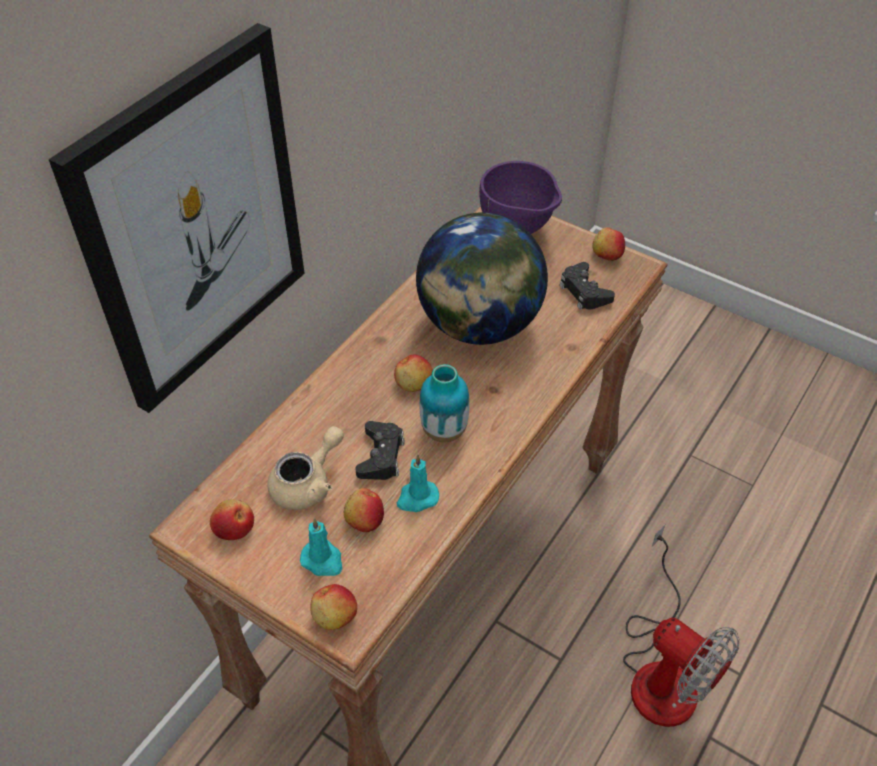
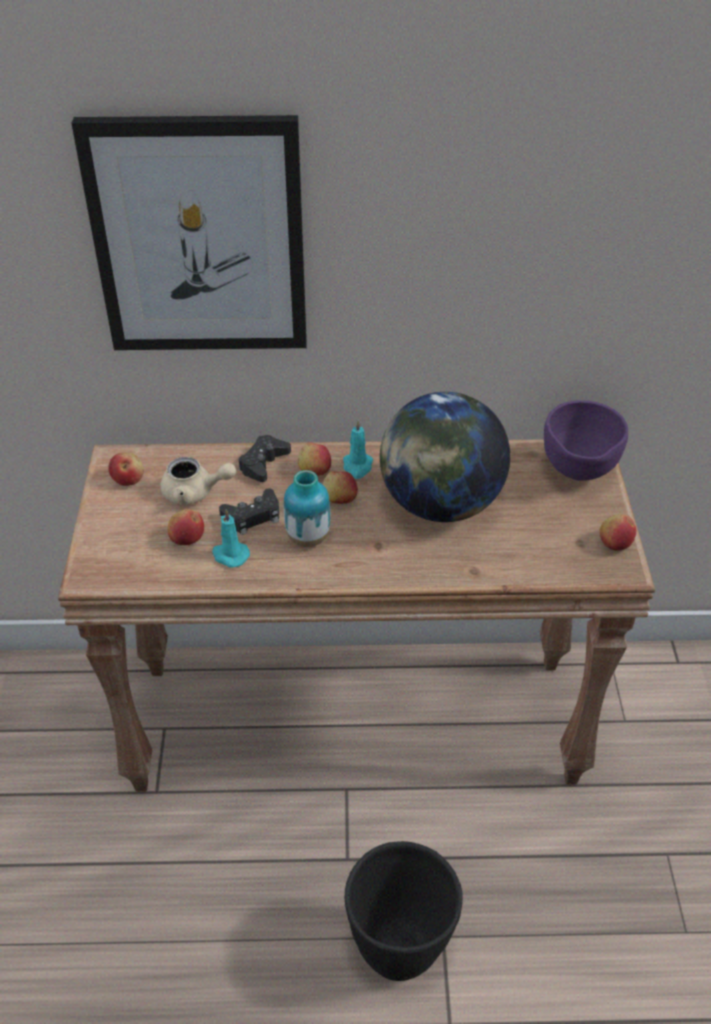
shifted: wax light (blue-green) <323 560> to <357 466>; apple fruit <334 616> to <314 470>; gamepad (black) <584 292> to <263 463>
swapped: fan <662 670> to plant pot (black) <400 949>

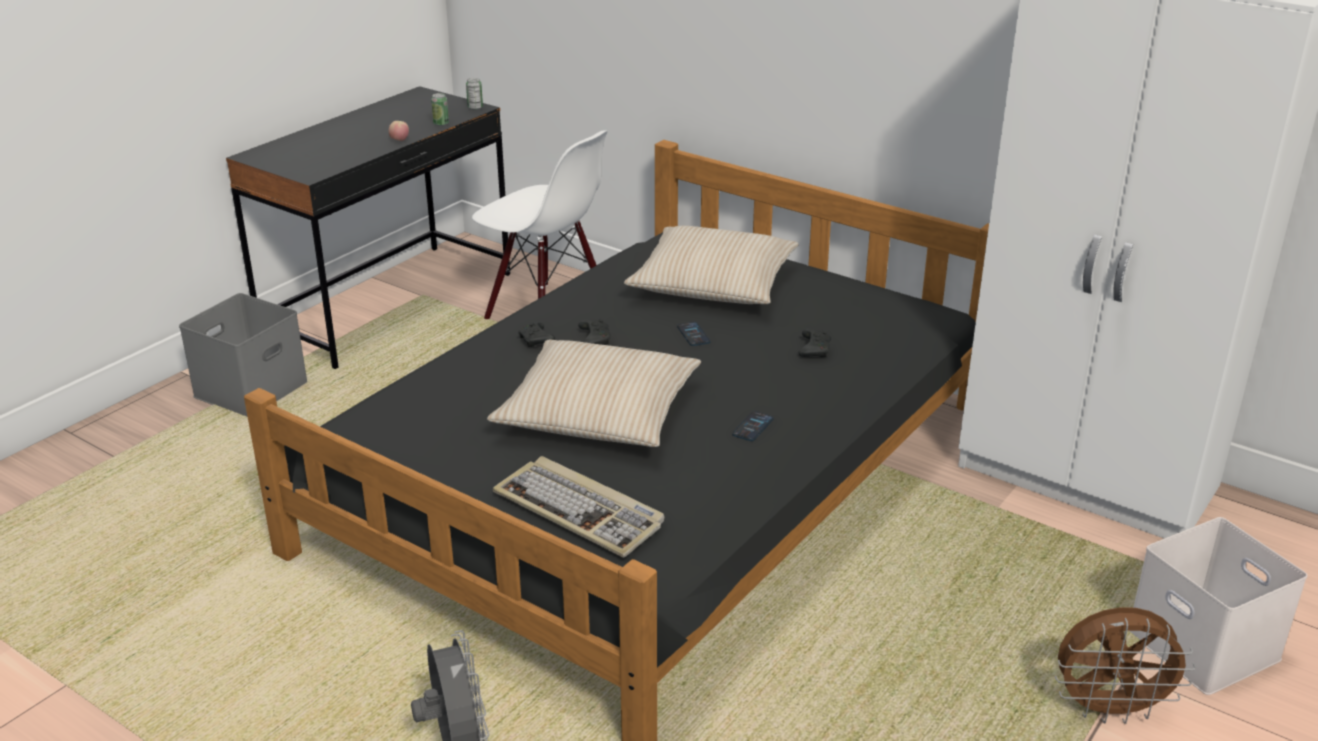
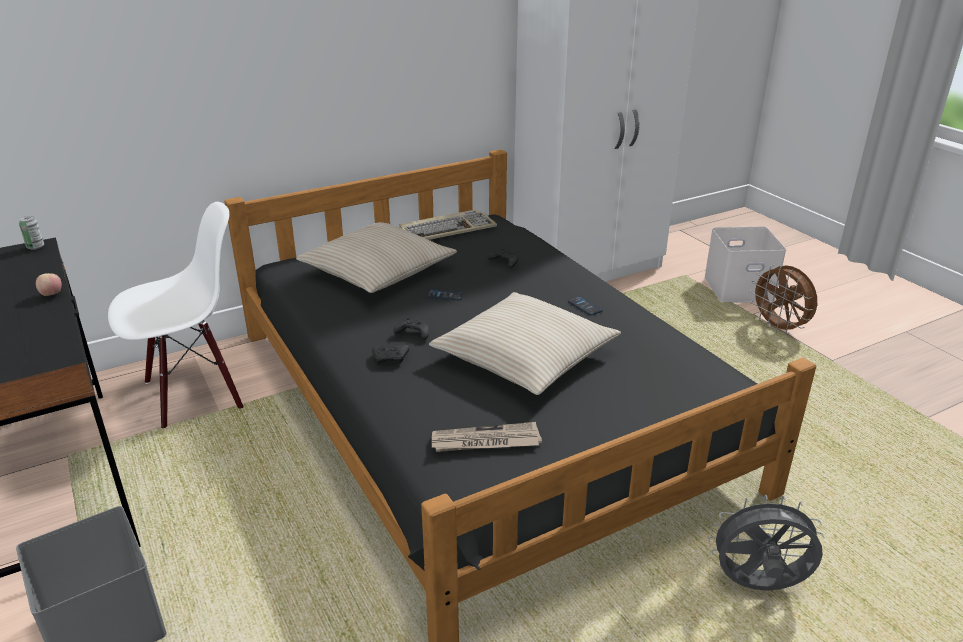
gone: can <441 124>
new: printed paper <485 442>
shifted: PC keyboard <581 511> to <447 229>
rotated: fan (brownish) <1109 709> = <779 328> 120 degrees clockwise

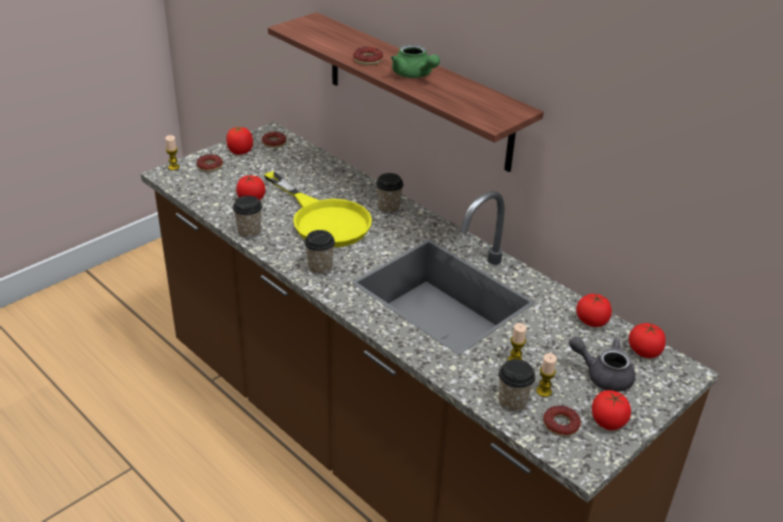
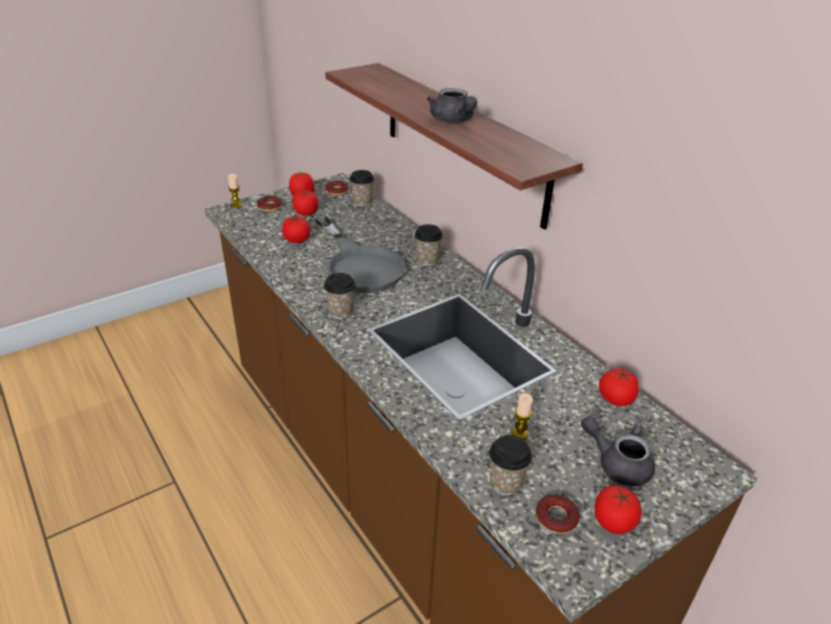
gone: ring doughnut <368 60>; wax light <543 391>
shifted: small cup <249 232> to <362 202>; fresh tomato <644 351> to <306 212>
repainted: frying pan (yellowish) <323 219> to frying pan (greyish) <359 265>; tea pot (green) <414 75> to tea pot (greyish) <453 120>

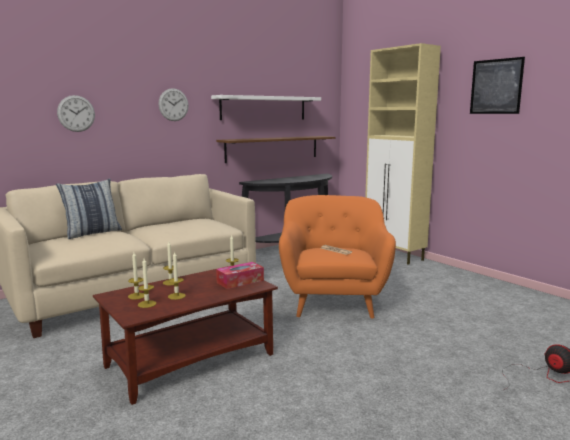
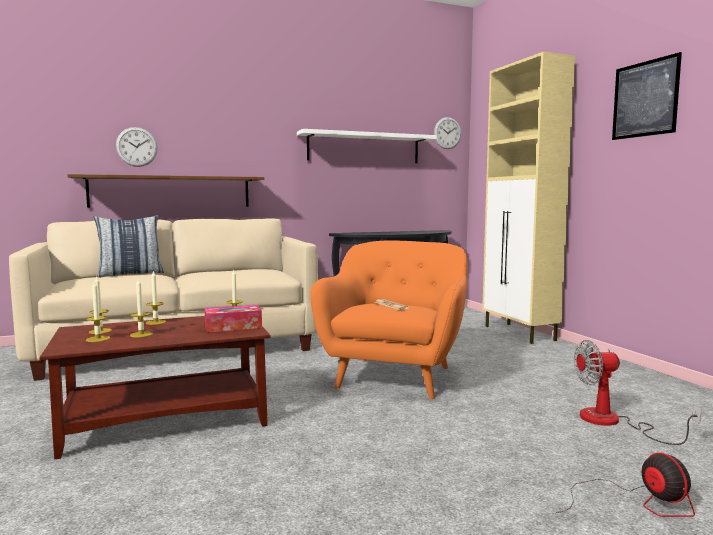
new: fan <613 422>
shifted: hanging clock <173 104> to <447 133>; wall shelf (brownish) <272 148> to <171 192>

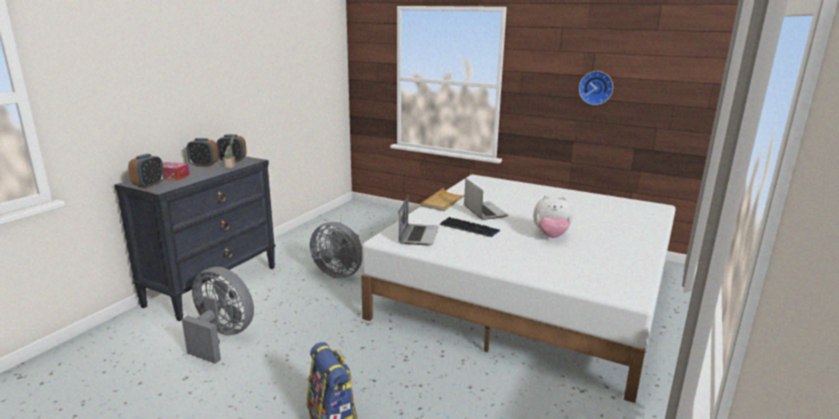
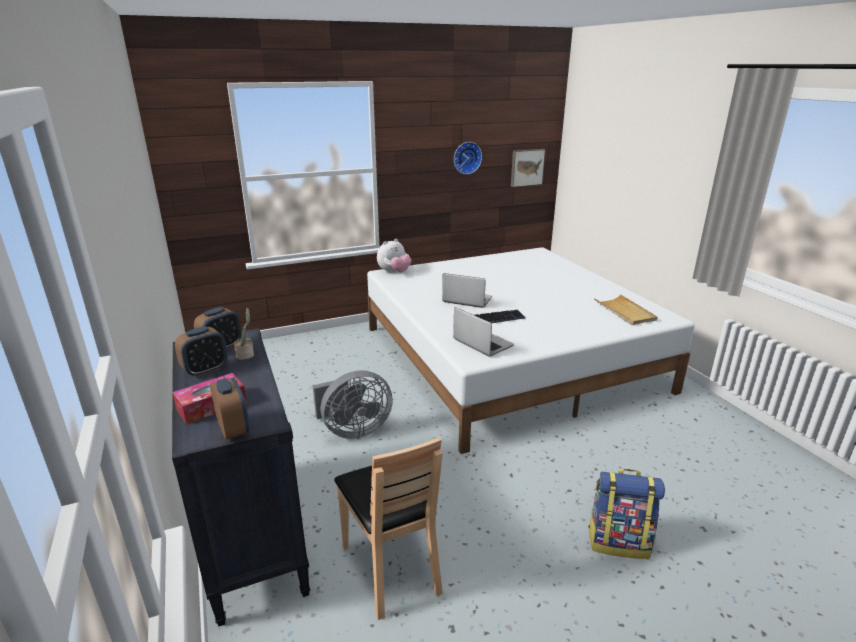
new: wall picture <526 167>
shifted: tray (sand-coloured) <444 201> to <624 312>; soft toy <551 236> to <394 272>
swapped: fan (greyish) <221 337> to chair (brownish) <392 567>

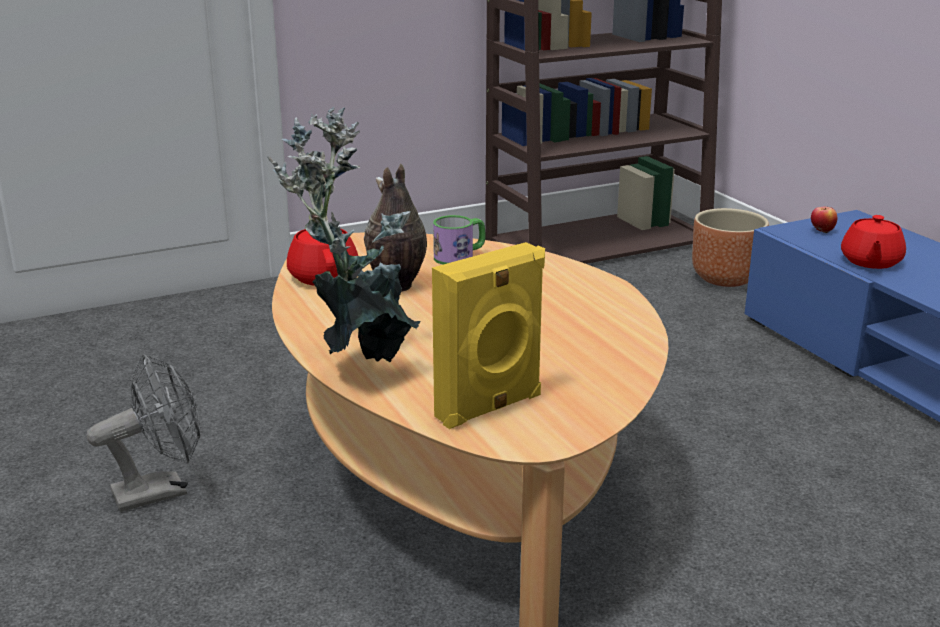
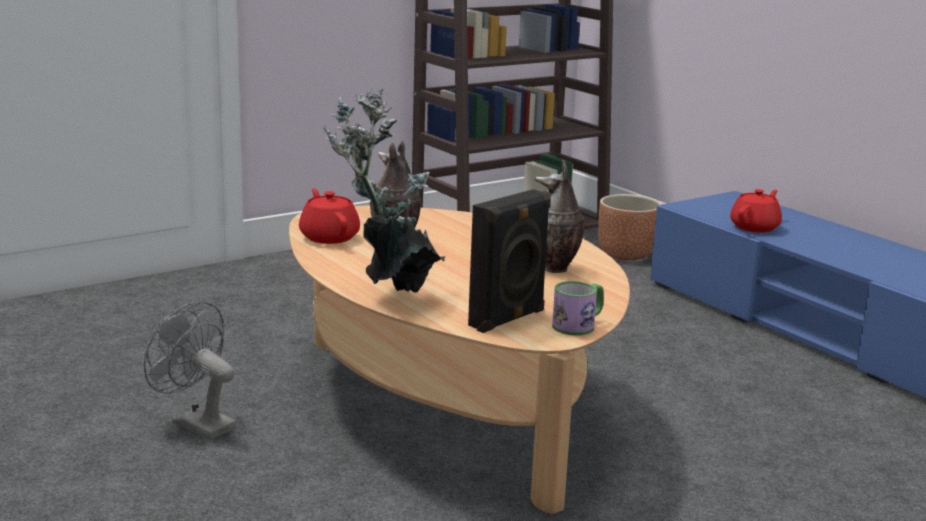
gone: apple fruit <822 231>
new: decorative vase <555 268>
shifted: tea mug <460 257> to <579 325>
repainted: loudspeaker (yellowish) <490 408> to loudspeaker (black) <508 319>
rotated: fan (greyish) <161 490> = <196 423> 105 degrees counterclockwise; tea pot (reddish) <870 262> = <755 227> 150 degrees counterclockwise

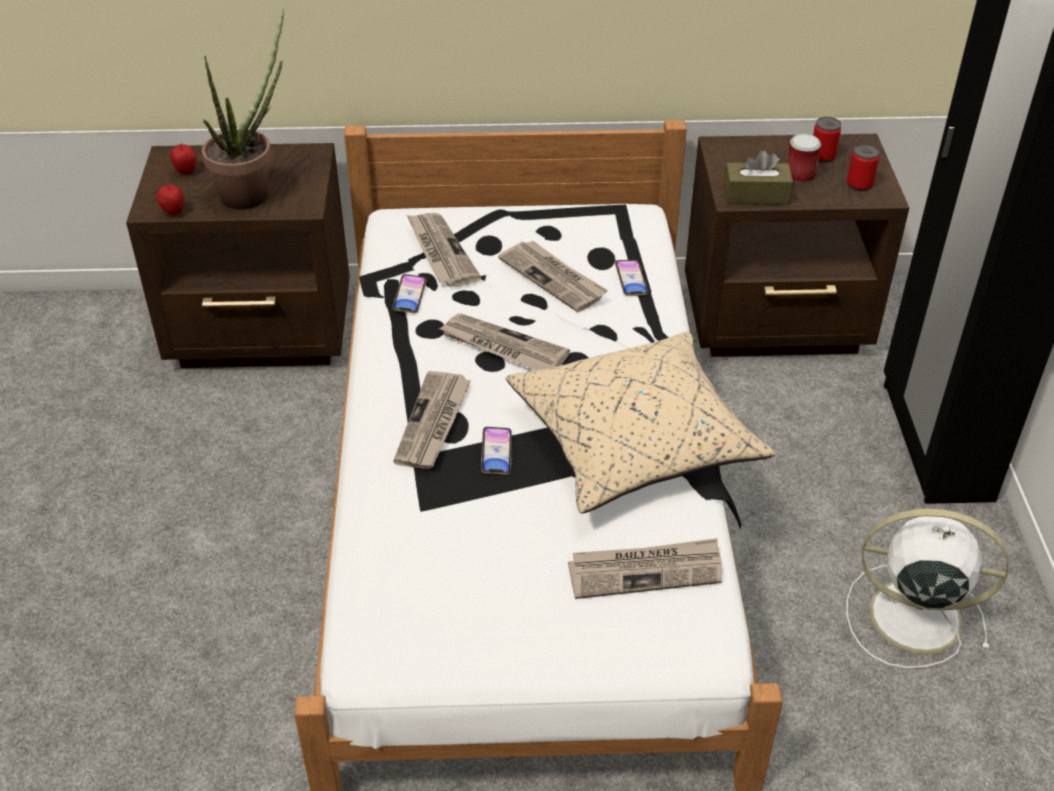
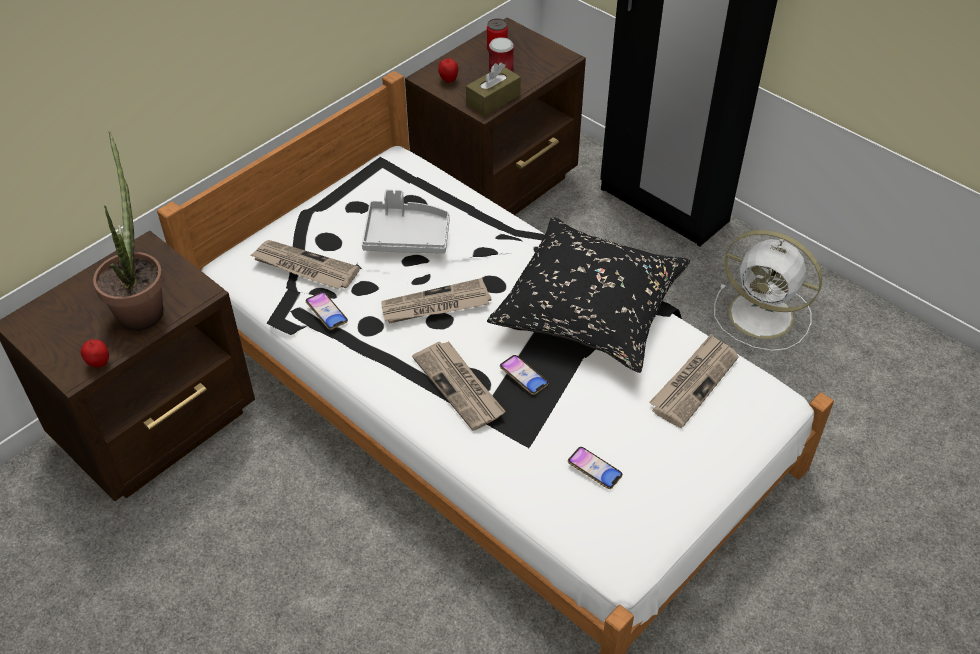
gone: can <859 184>
shifted: apple fruit <186 171> to <448 80>; handset <631 281> to <594 470>
swapped: printed paper <553 278> to tray (greyish) <406 236>
repainted: throw pillow (sand-coloured) <635 441> to throw pillow (black) <590 309>
rotated: fan (whitish) <910 615> = <764 316> 120 degrees counterclockwise

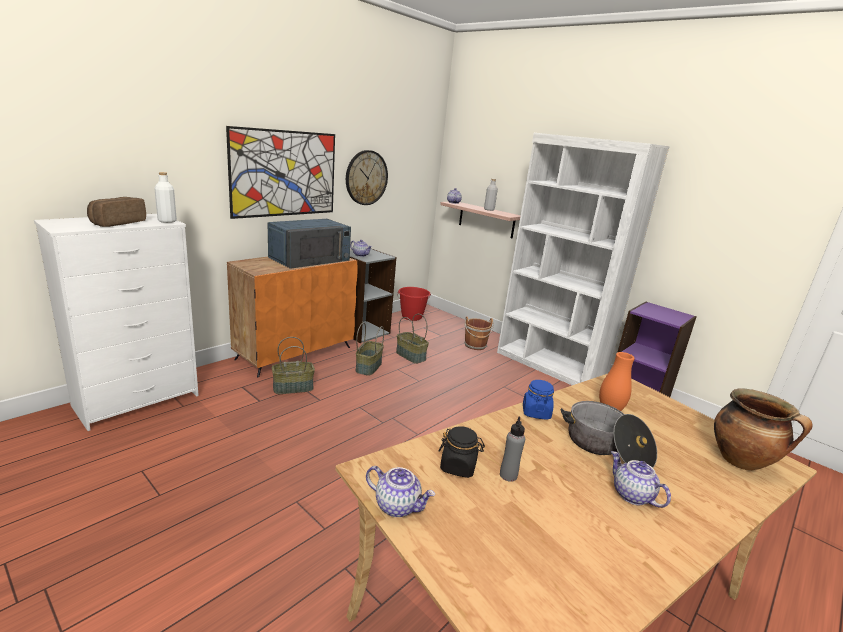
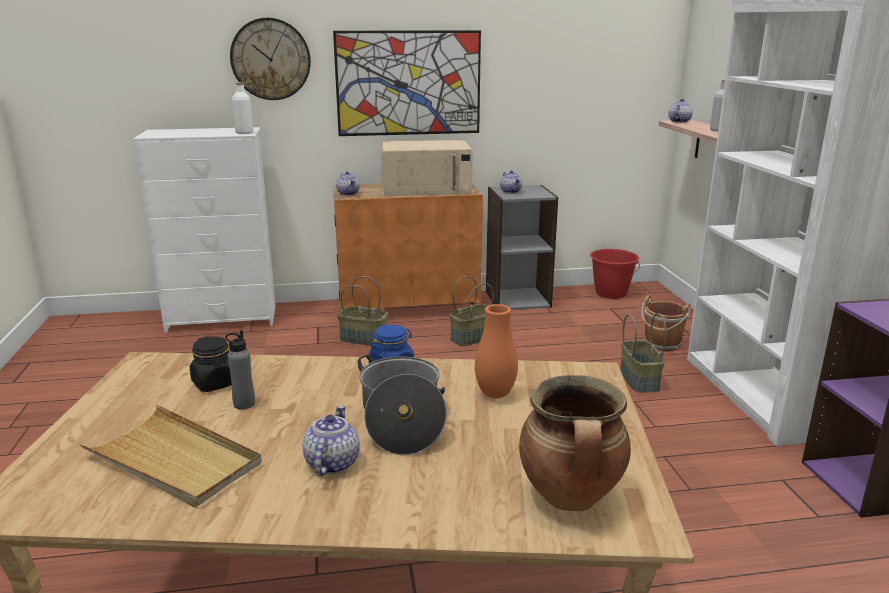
gone: bread <117 222>
new: tray (sand-coloured) <174 460>
shifted: hanging clock <366 178> to <270 59>; tea pot <398 506> to <348 194>; storage basket <411 356> to <640 380>
repainted: kitchen microwave (blue-coloured) <310 258> to kitchen microwave (sand-coloured) <427 189>

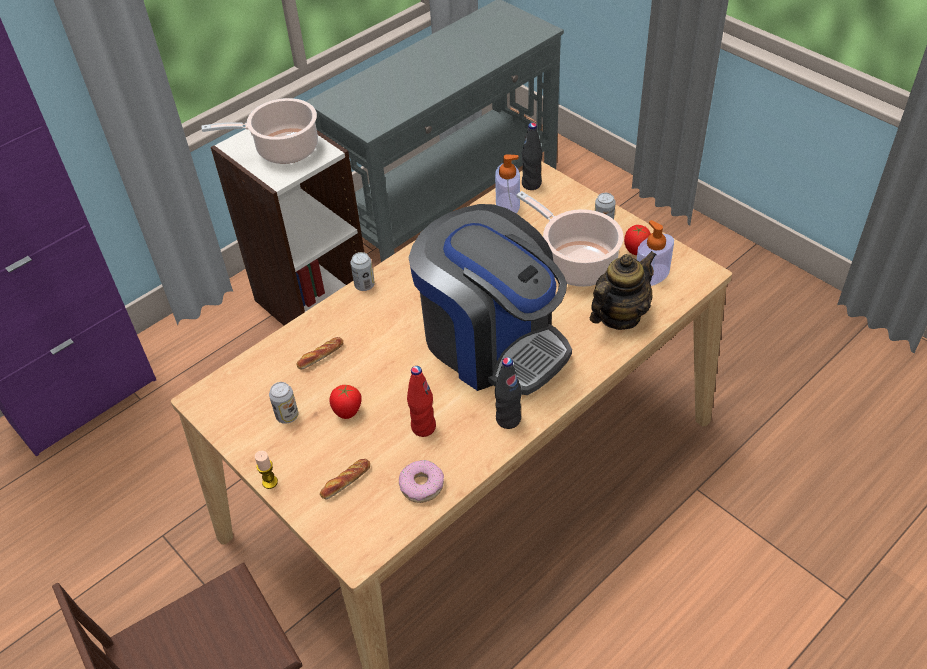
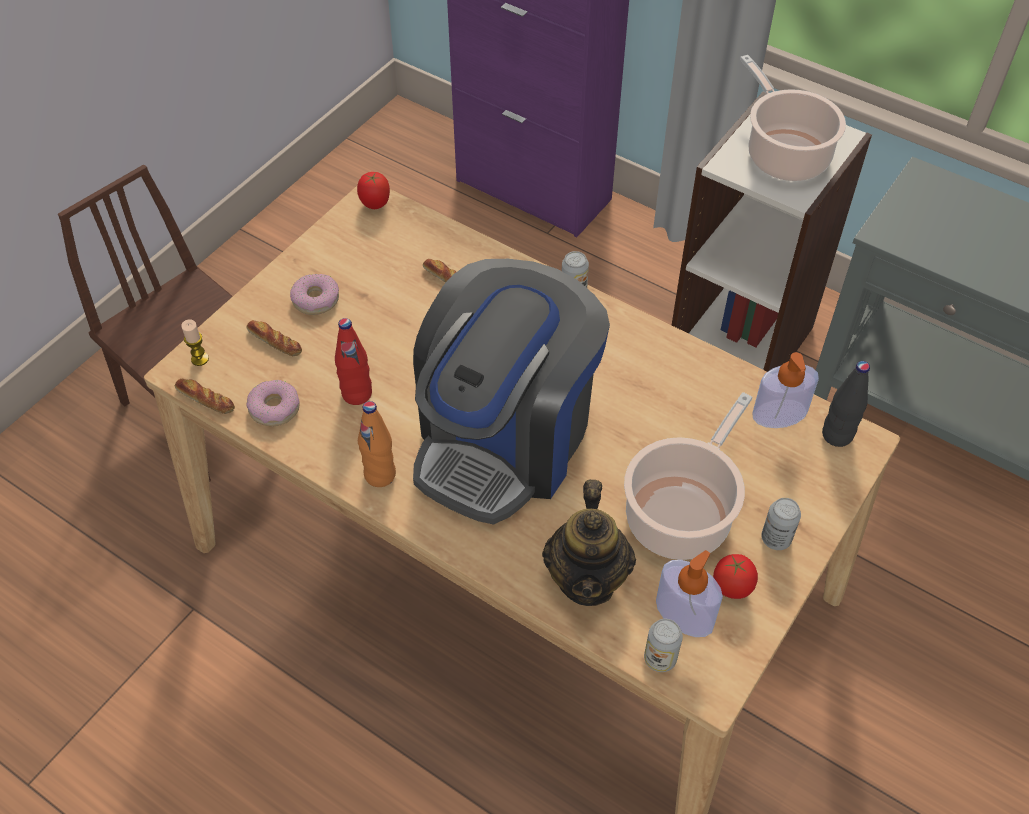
new: bread <205 399>; ring doughnut <316 299>
shifted: wax light <270 482> to <200 359>; can <287 416> to <660 658>; fresh tomato <348 413> to <375 205>
repainted: bottle (black) <508 419> to bottle (orangey) <380 475>
rotated: tea pot <619 316> = <587 579> 60 degrees clockwise

